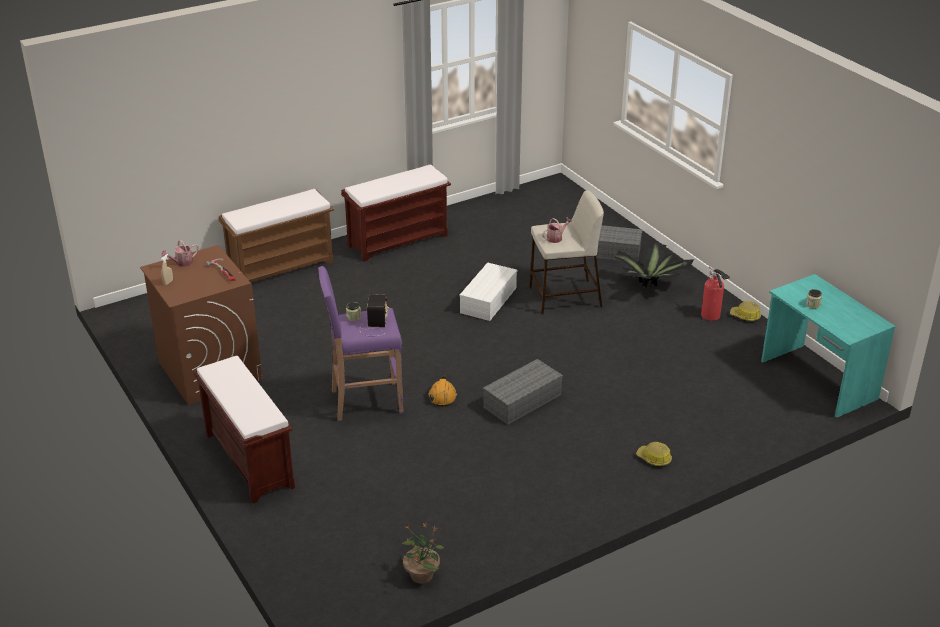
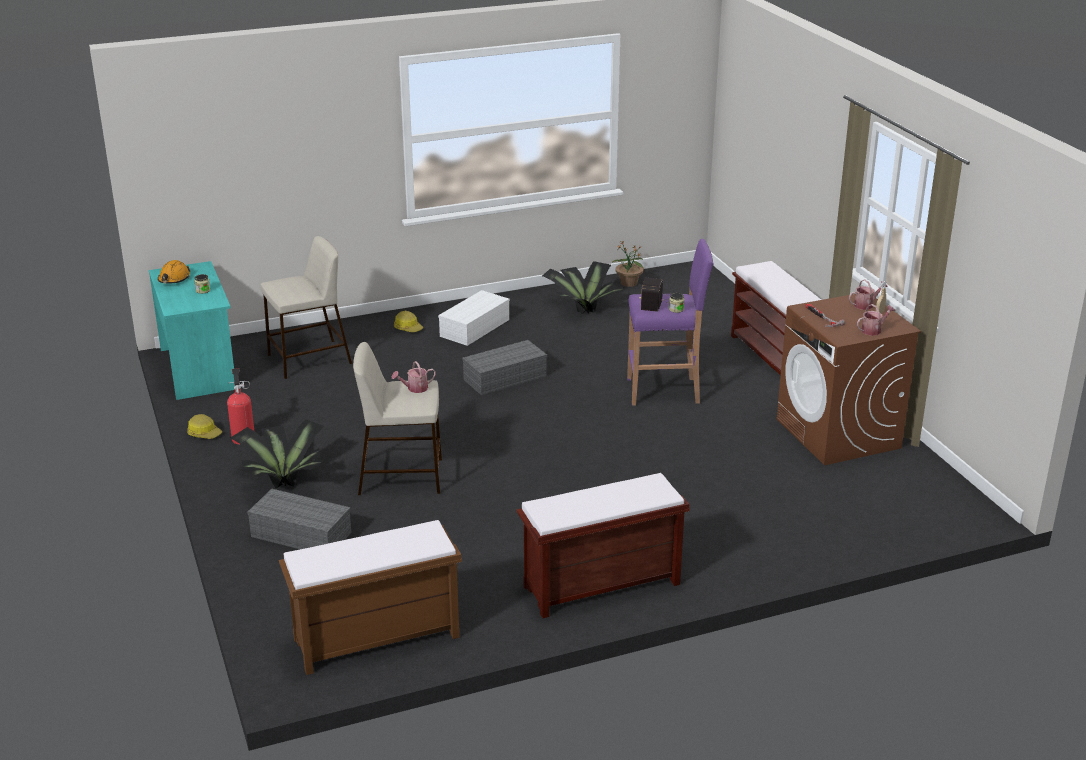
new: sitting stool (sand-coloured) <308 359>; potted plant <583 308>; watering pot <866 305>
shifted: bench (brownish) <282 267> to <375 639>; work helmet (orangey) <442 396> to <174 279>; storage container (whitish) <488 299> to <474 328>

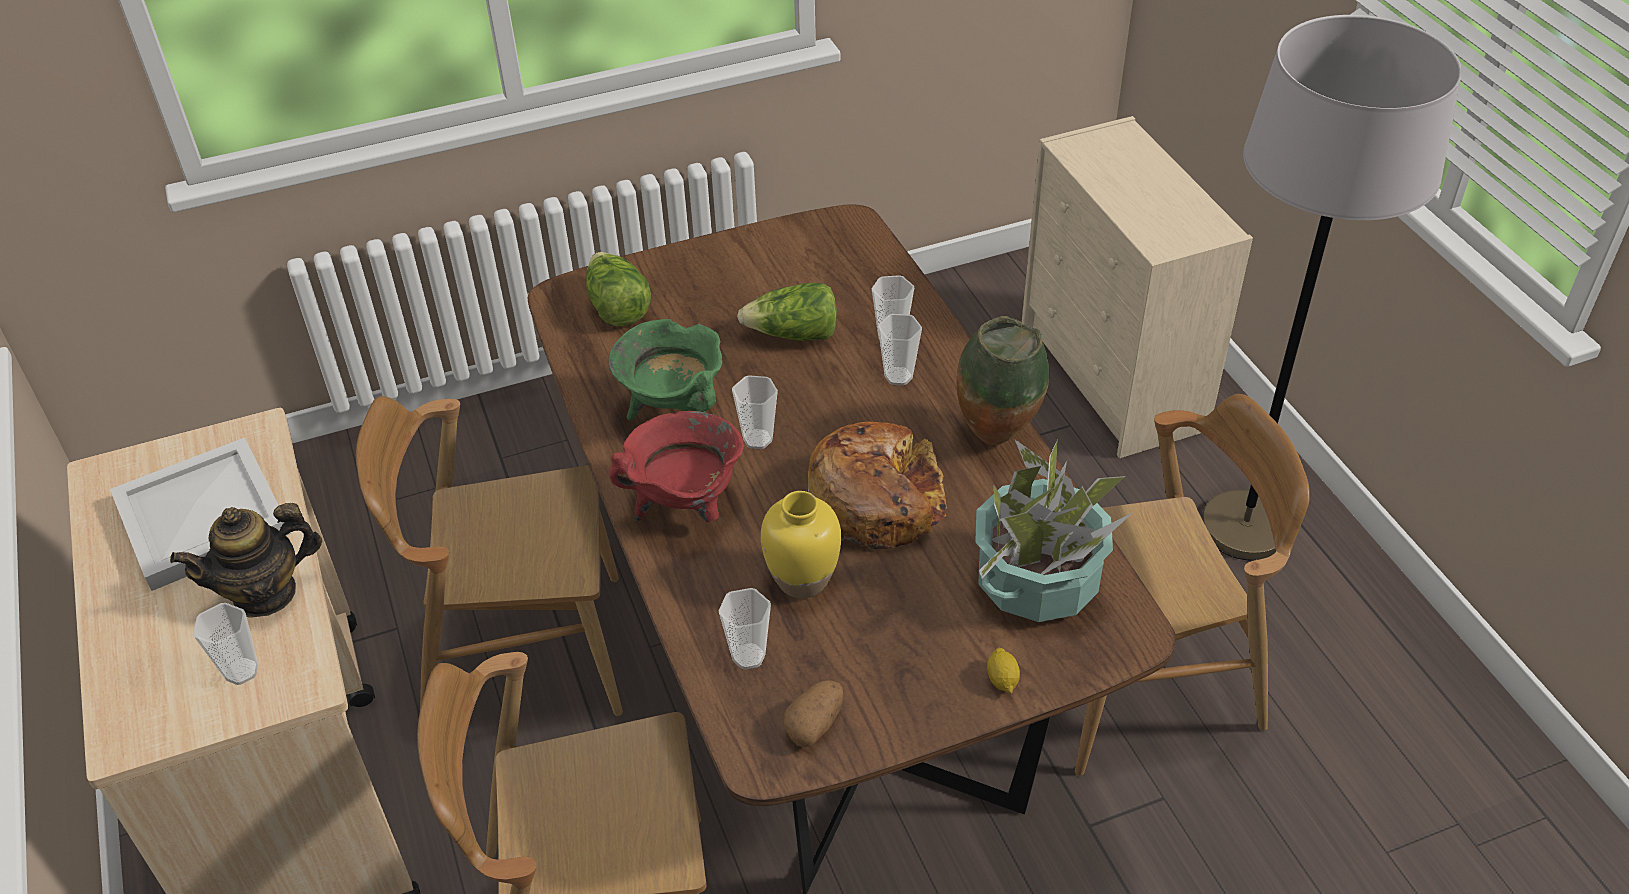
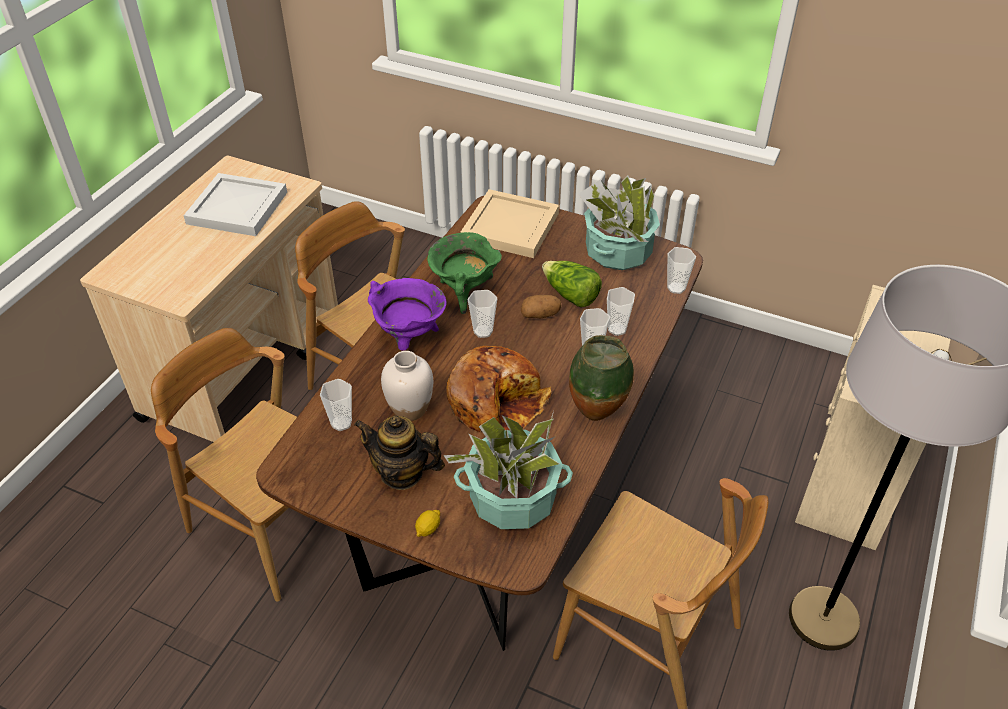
new: potted plant <618 252>
shifted: tea pot <265 593> to <402 473>; small cup <241 671> to <676 288>; potato <815 724> to <540 315>
swapped: lettuce <617 307> to tray (sand-coloured) <508 227>
repainted: stockpot (reddish) <686 508> to stockpot (purple-coloured) <409 339>; decorative vase (yellowish) <802 580> to decorative vase (whitish) <410 409>

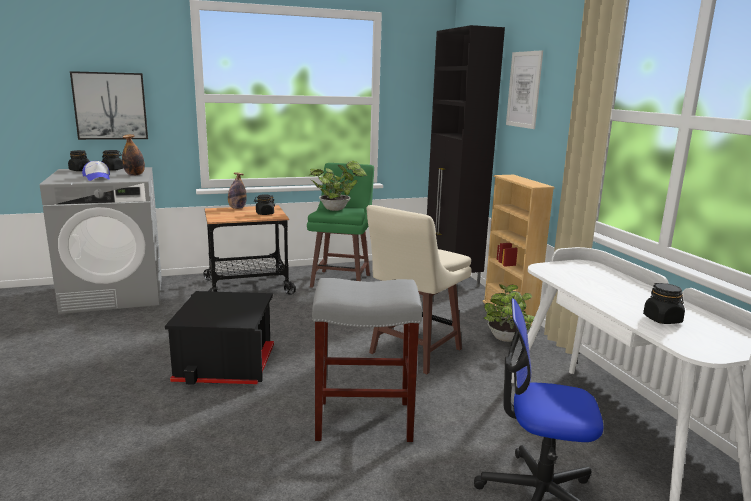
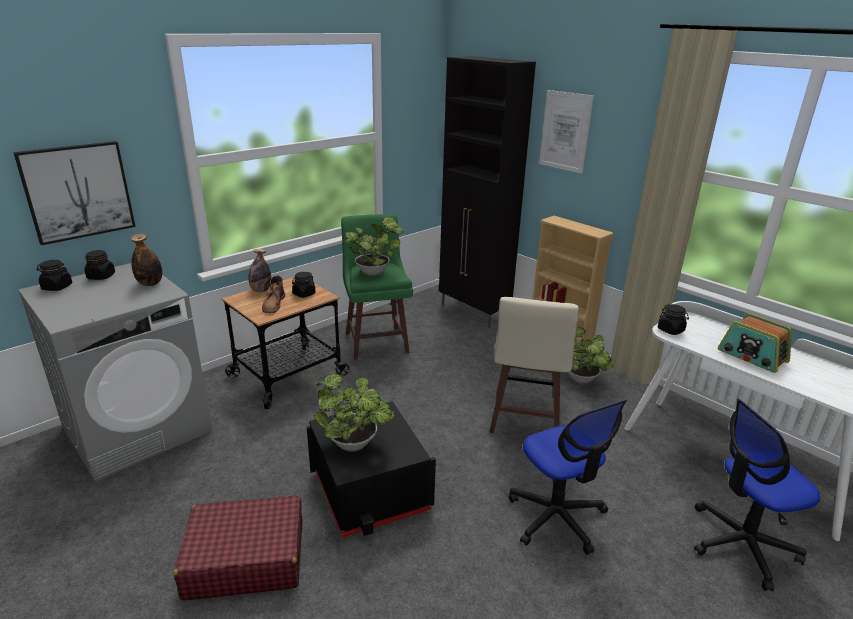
gone: cap <97 178>
new: suitcase (reddish) <245 559>; boot (brownish) <273 304>; potted plant <355 445>; radio set <752 356>
shifted: storage jar (black) <662 319> to <671 330>
swapped: sitting stool (greyish) <362 420> to computer chair <557 517>

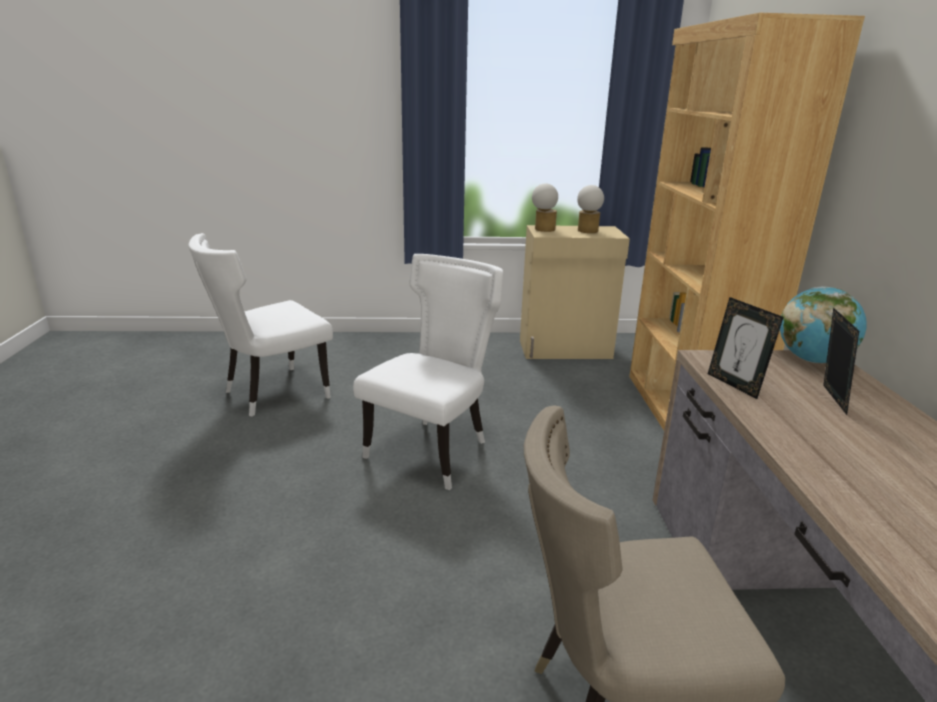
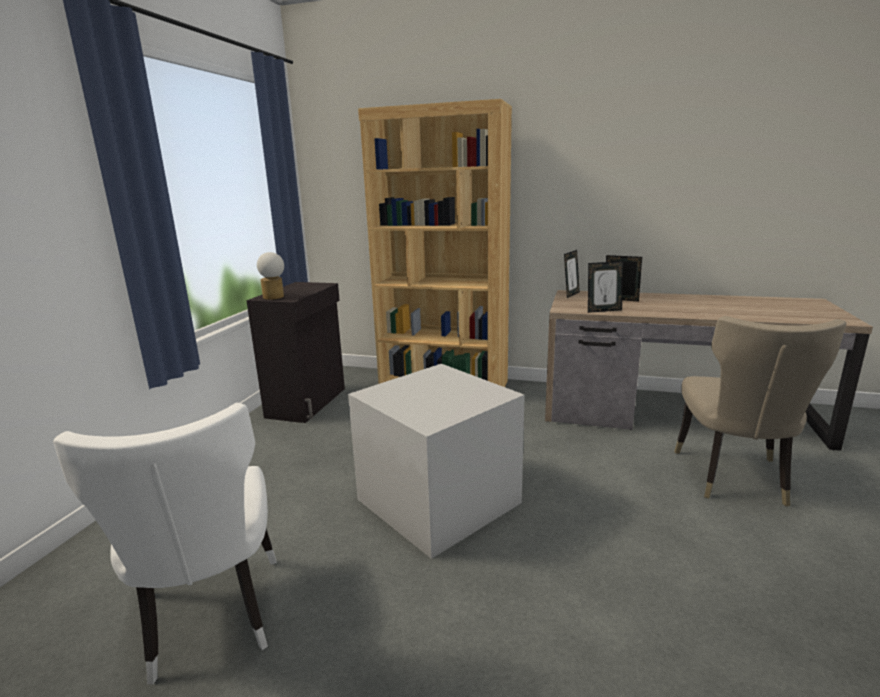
gone: table lamp <587 231>
swapped: chair (whitish) <433 450> to storage container (greyish) <438 499>; world globe <812 360> to standing frame <570 294>
repainted: cabinet (sand-coloured) <566 350> to cabinet (black) <308 402>

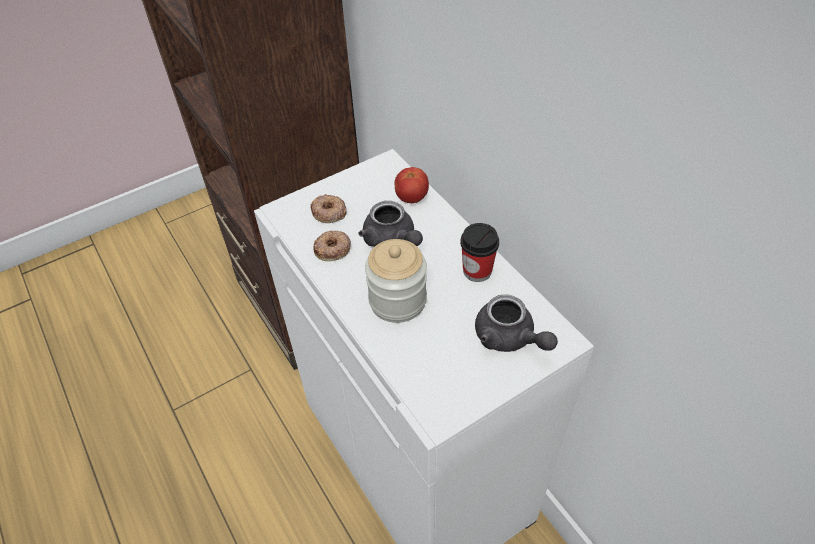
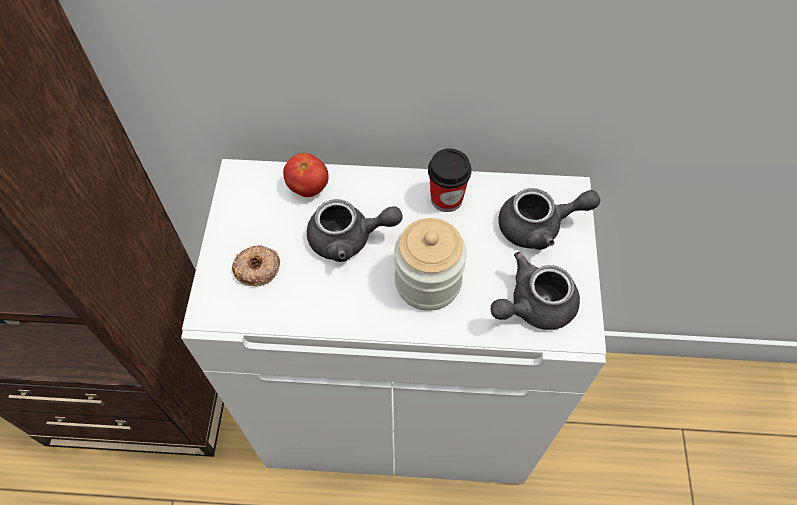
gone: ring doughnut <333 249>
new: tea pot (greyish) <533 306>

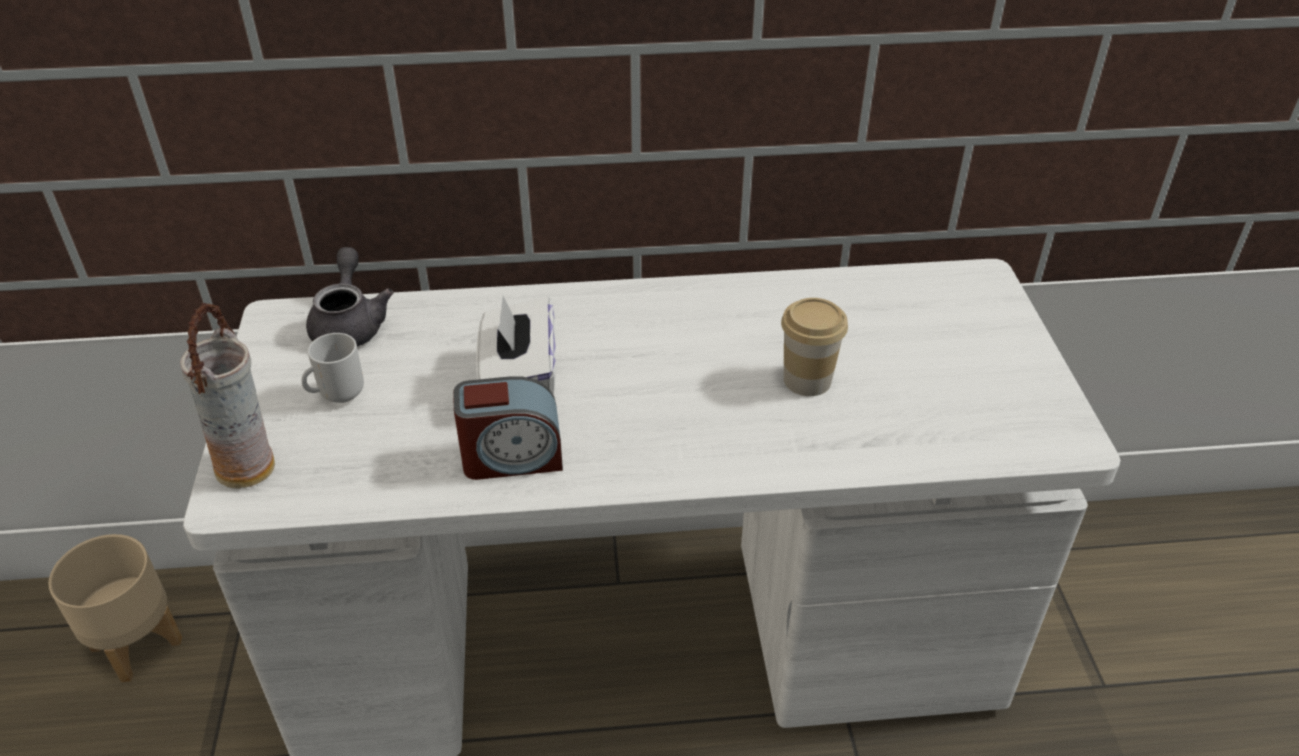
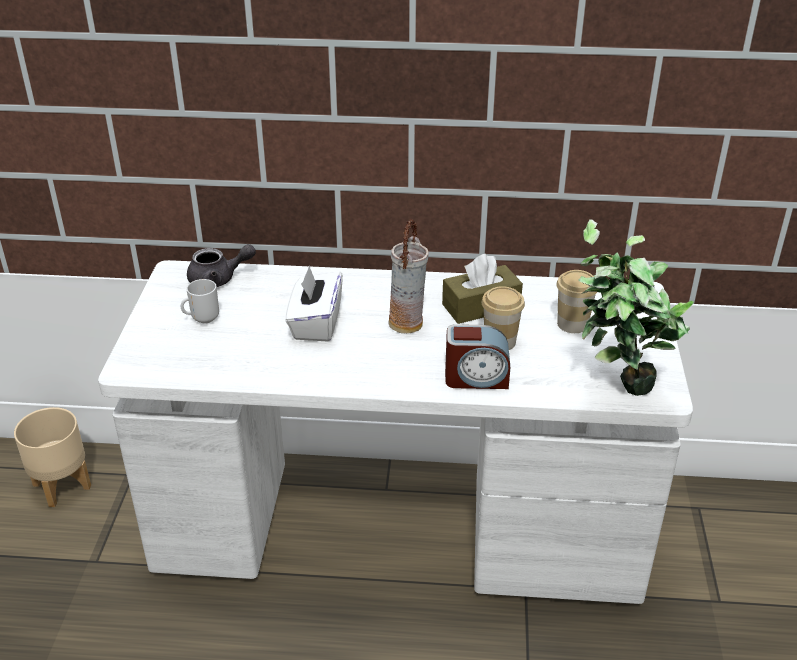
new: tissue holder (brownish) <481 306>; small cup <572 324>; potted plant <615 390>
shifted: decorative vase <249 468> to <407 324>; bedside clock <512 457> to <476 378>
rotated: tea pot (greyish) <350 324> = <218 279> 75 degrees clockwise

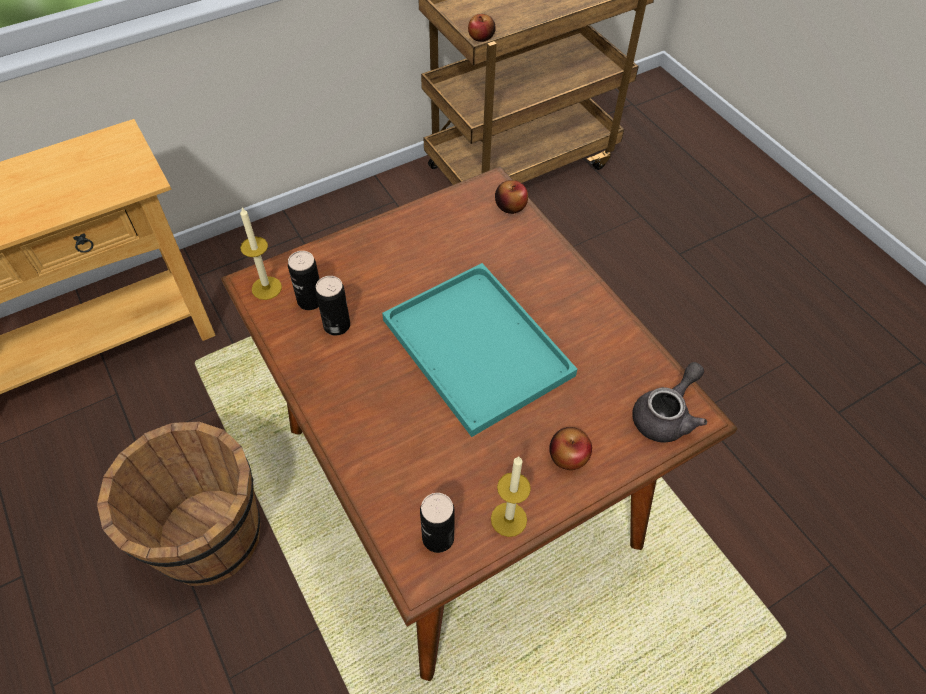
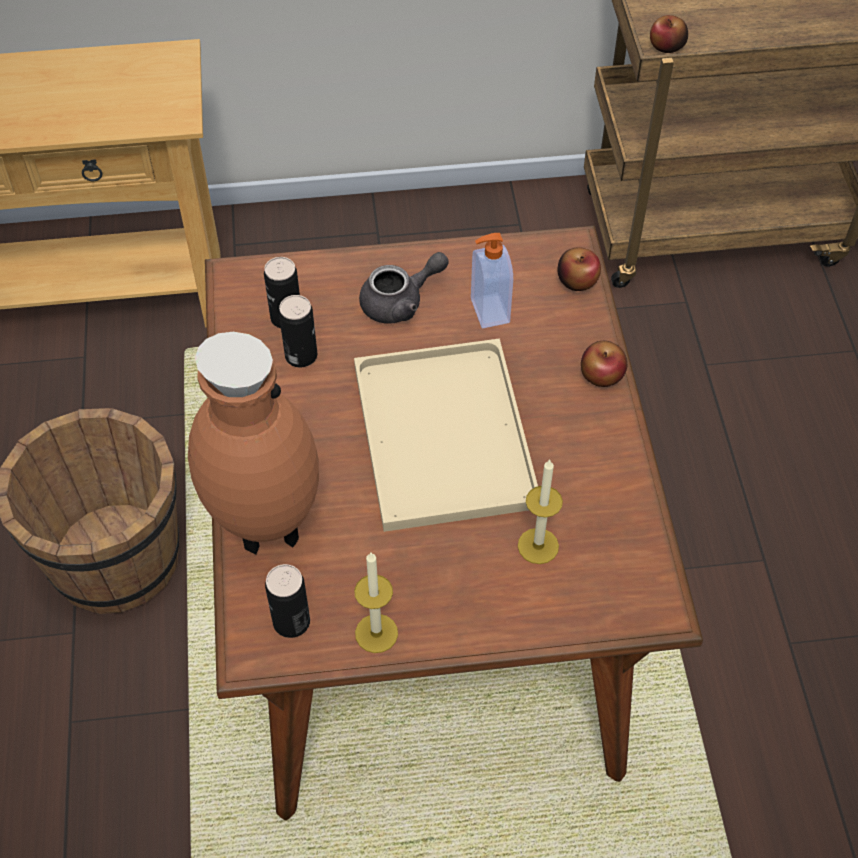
new: decorative vase (brownish) <265 532>; liquid soap bottle <488 311>
shifted: wax light <266 288> to <538 546>; apple fruit <568 456> to <602 375>; tea pot (greyish) <666 415> to <400 302>
repainted: tray (blue-green) <473 346> to tray (sand-coloured) <440 432>

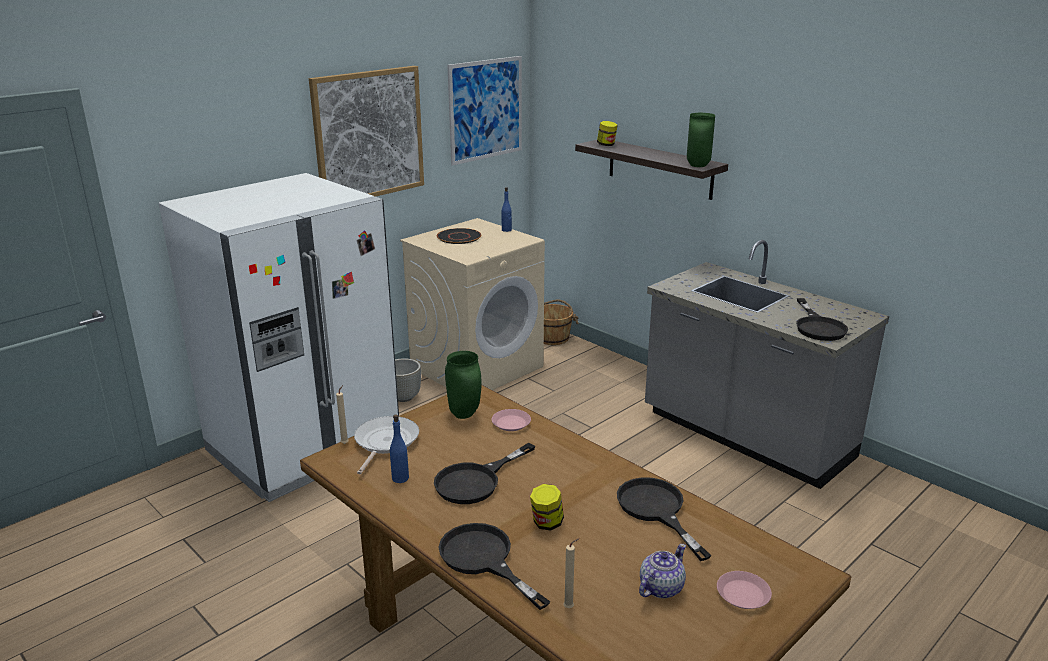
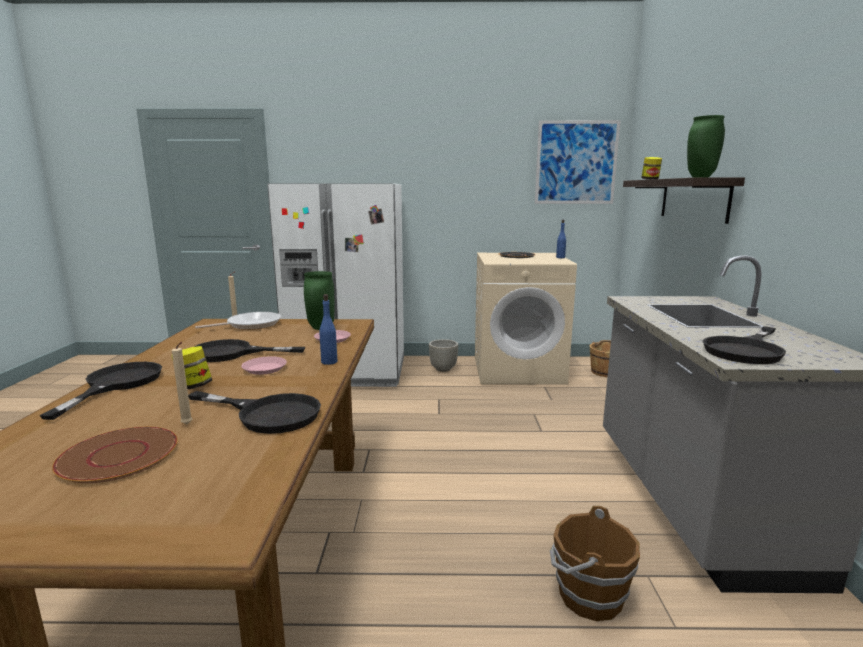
gone: wall picture <369 135>
new: pail (brownish) <588 596>
shifted: bottle (blue-coloured) <400 478> to <329 362>; wax light (sand-coloured) <570 607> to <188 424>; dinner plate (pink-coloured) <743 594> to <264 369>
swapped: tea pot <660 588> to dinner plate (brownish) <118 455>
rotated: frying pan (black) <656 510> = <268 414> 90 degrees clockwise

